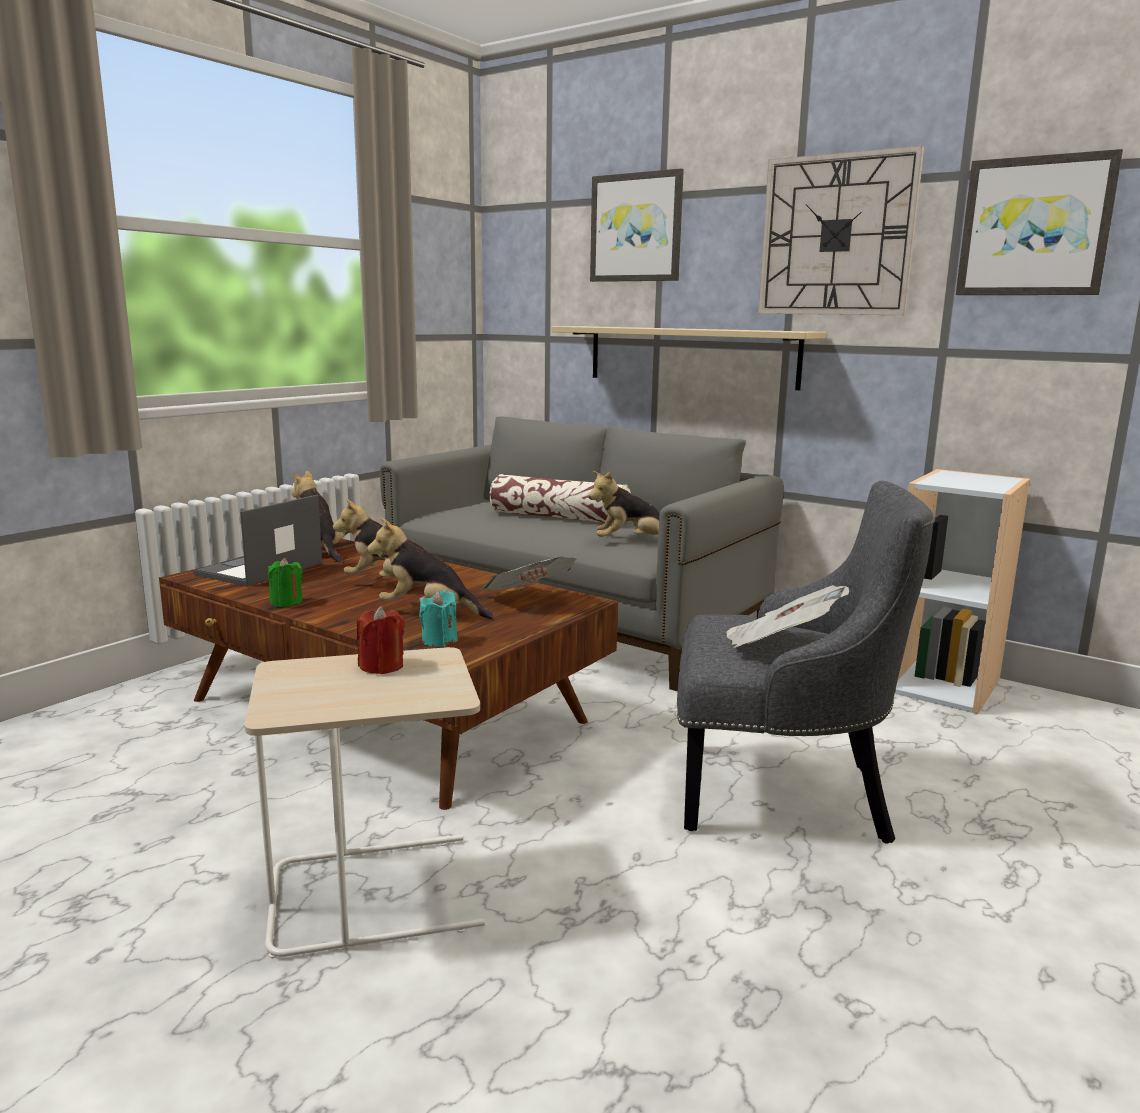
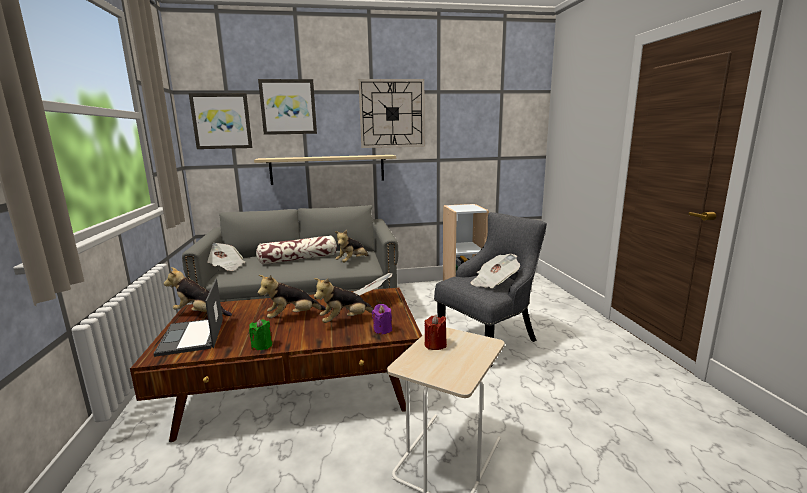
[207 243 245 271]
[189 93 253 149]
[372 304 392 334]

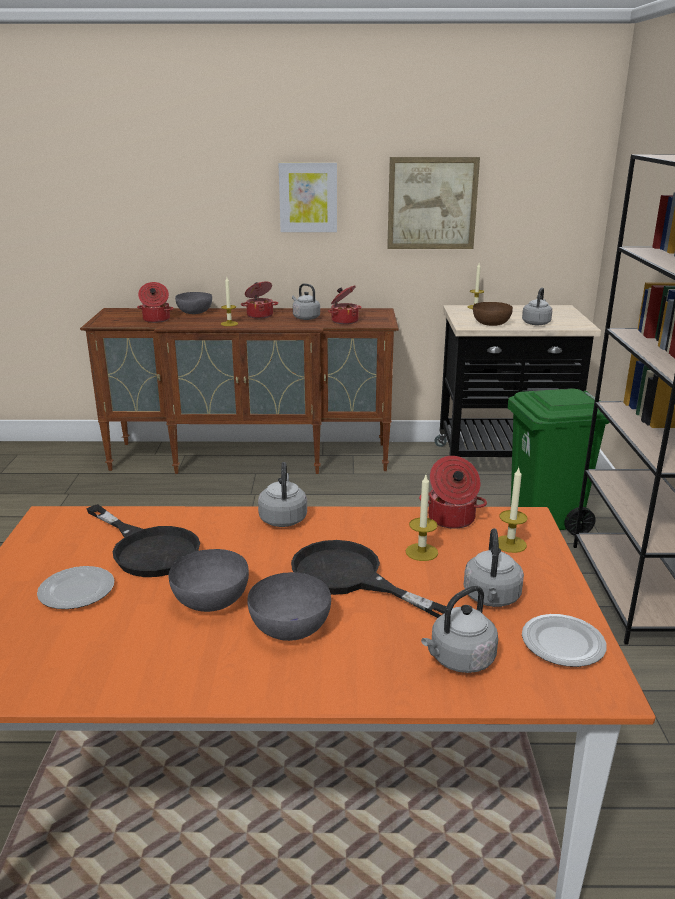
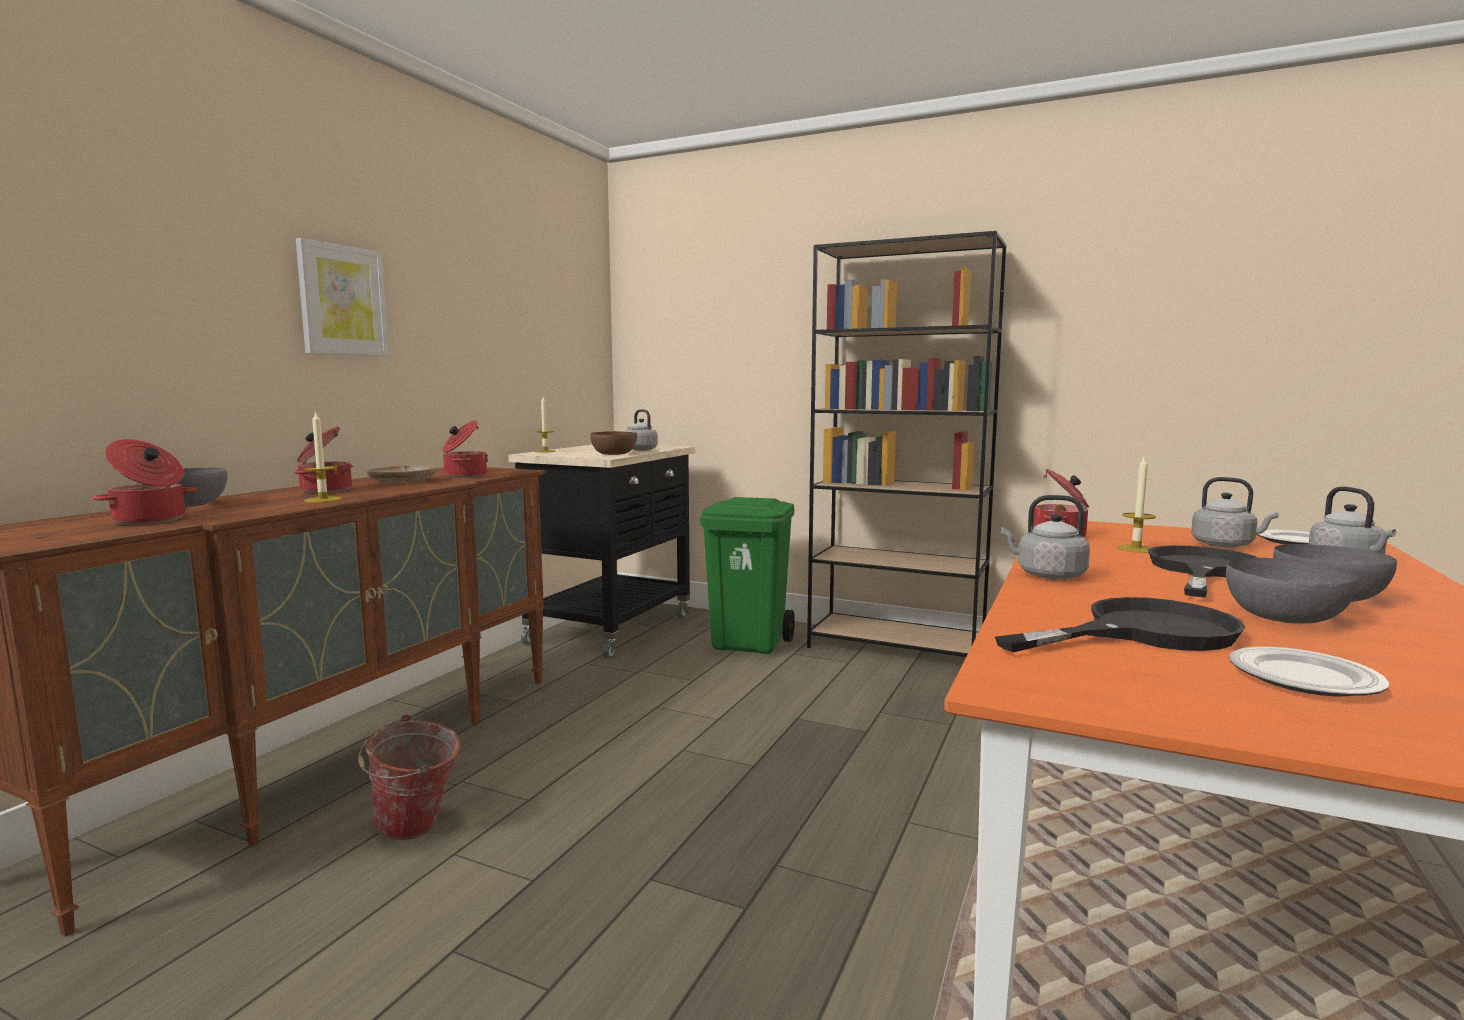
[387 157 480 249] (first image)
[498 468 527 553] (first image)
[358 714 461 840]
[367 465 437 483]
[1148 545 1259 598]

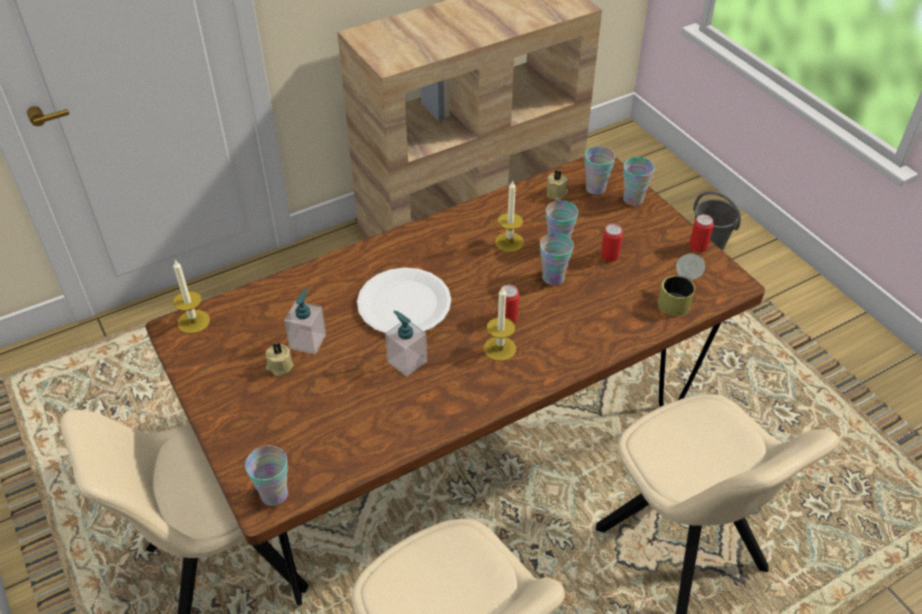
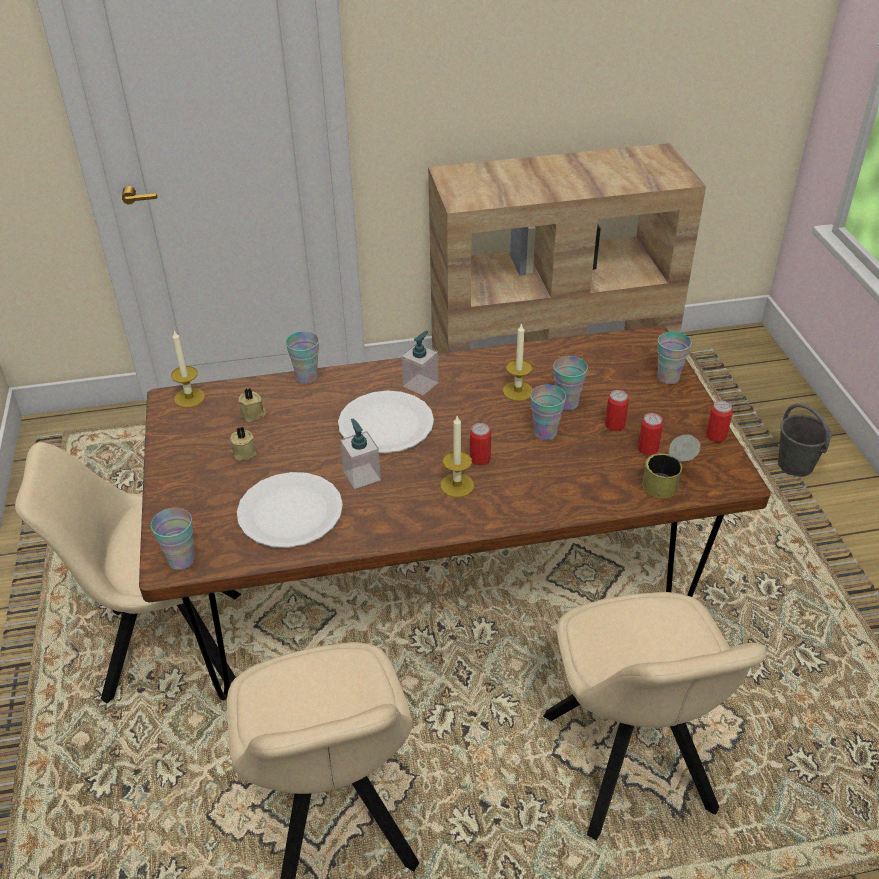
[237 472 343 548]
[638 413 663 455]
[401 331 439 395]
[238 388 266 422]
[286 331 319 384]

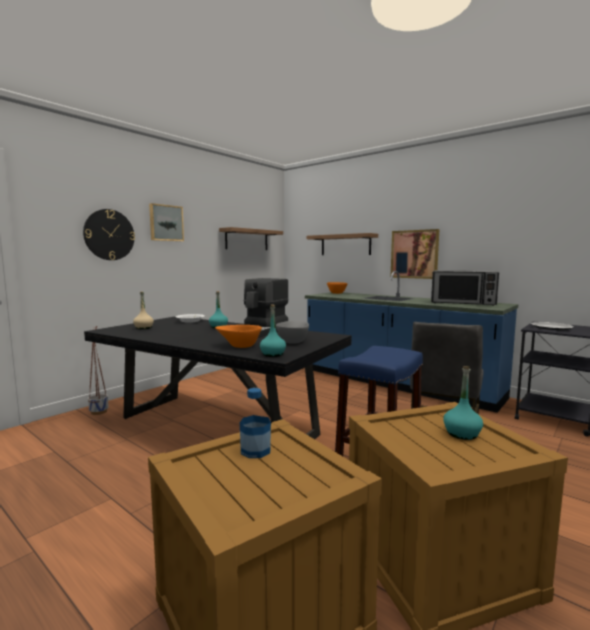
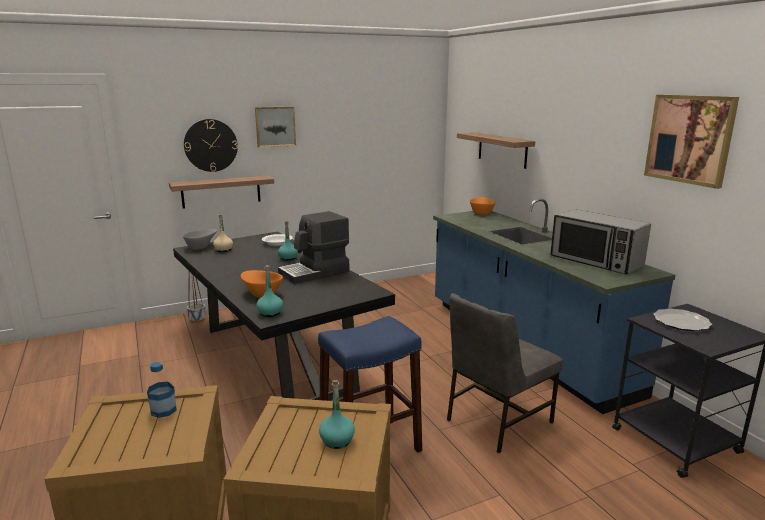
[169 175 274 209]
[183 229 217 250]
[644 95 739 189]

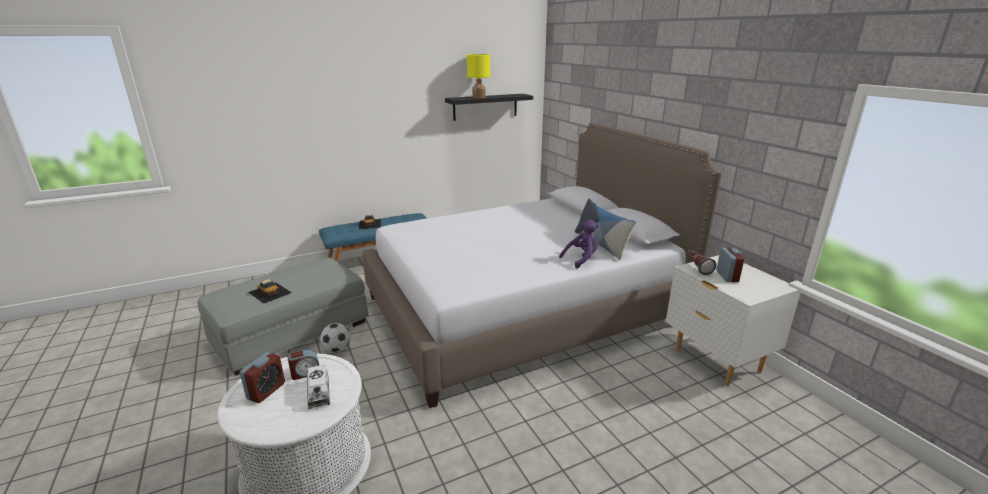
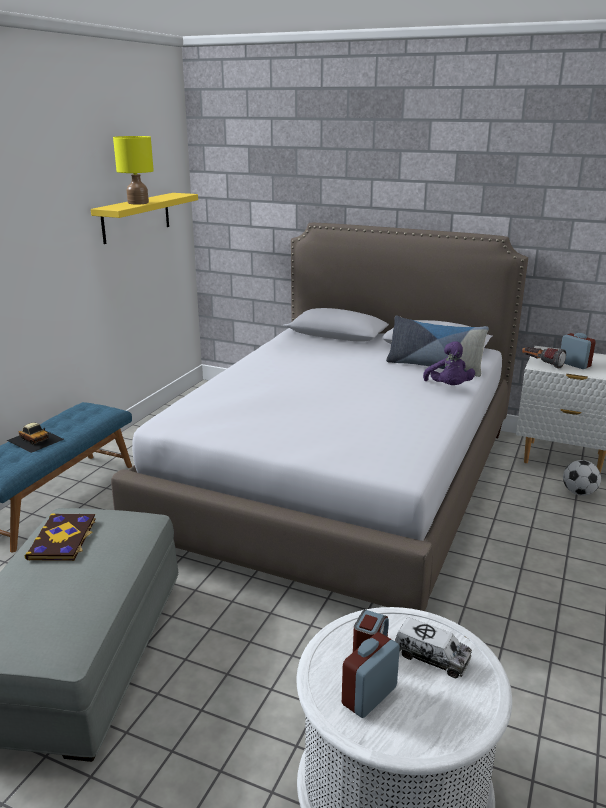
[248 279 292 304] (first image)
[25 513 96 561]
[563 460 601 496]
[91 193 198 244]
[342 632 400 718]
[423 341 475 385]

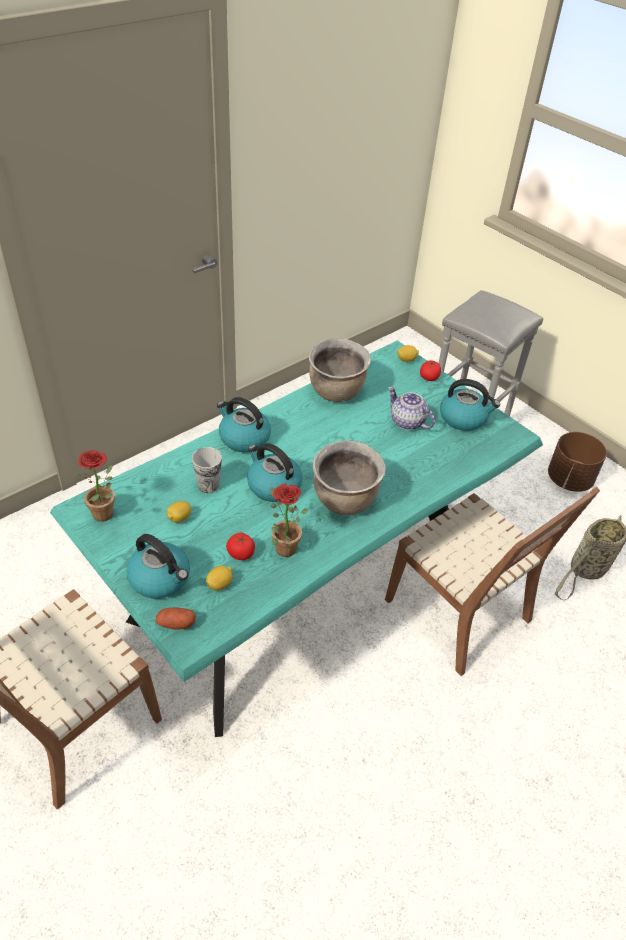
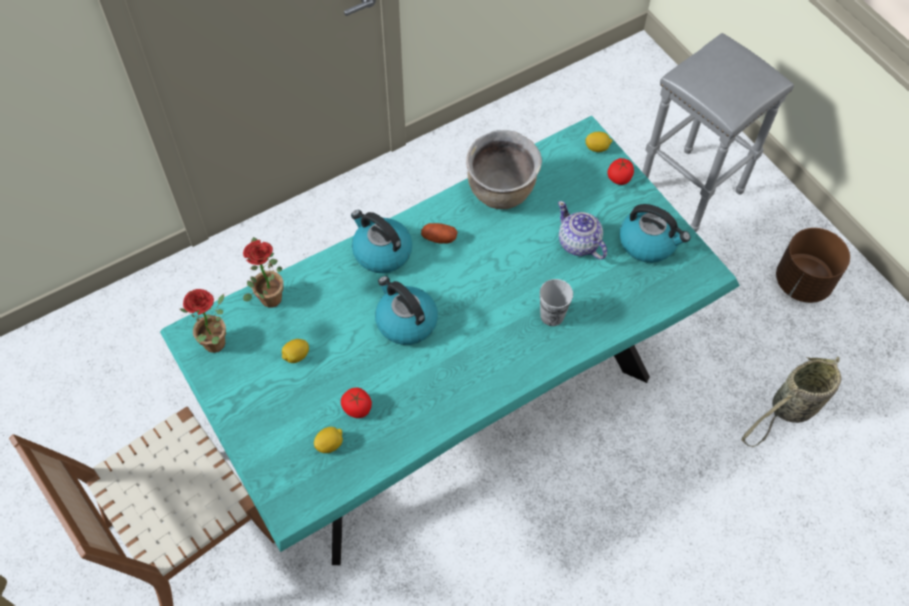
[126 534 190 599] (first image)
[313 440 386 515] (first image)
[385 487 600 676] (first image)
[421 223 458 243]
[540 279 573 326]
[243 237 284 307]

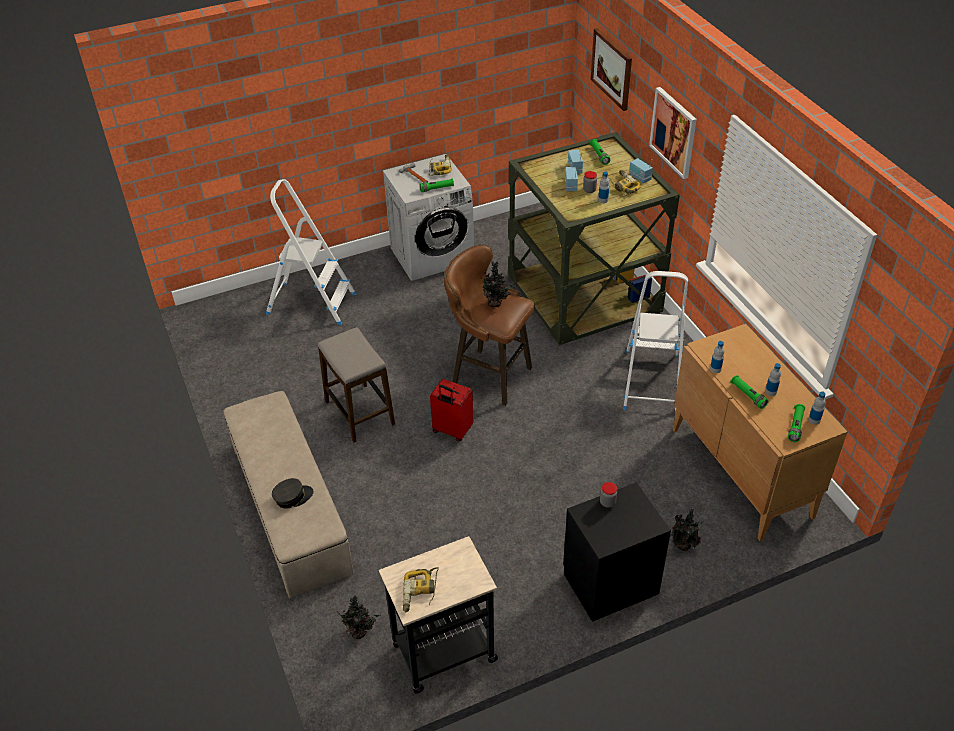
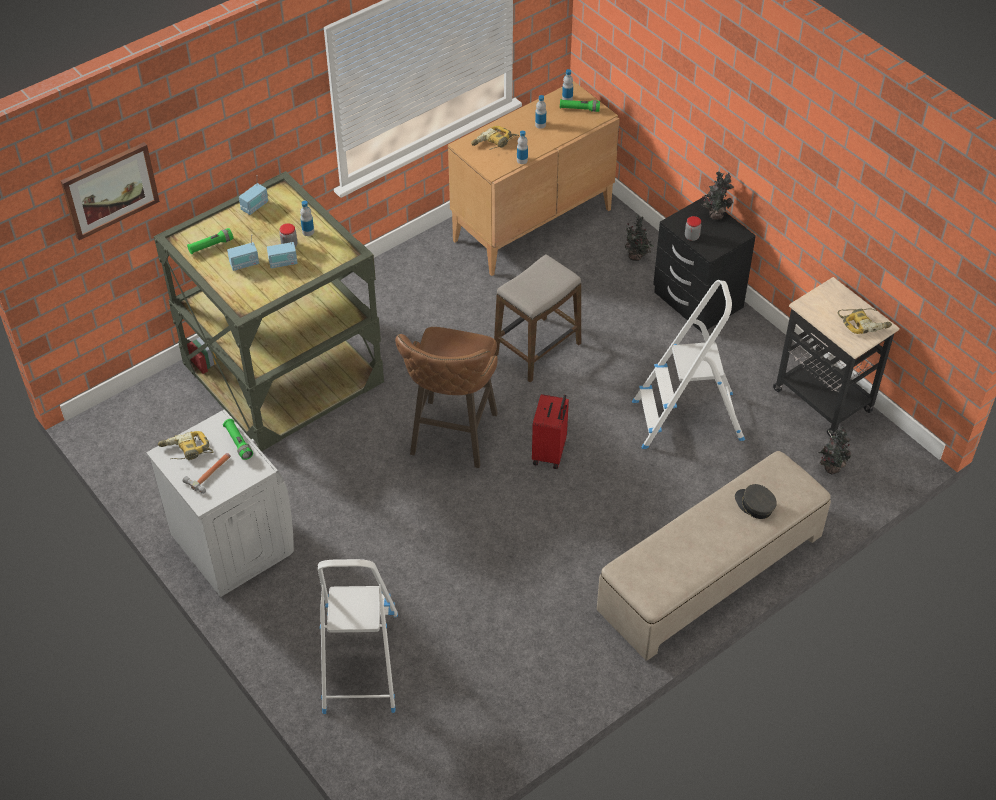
[649 87 697 179] (first image)
[730 375 768 409] (first image)
[494 255 581 382]
[702 172 734 220]
[471 126 519 150]
[632 280 745 449]

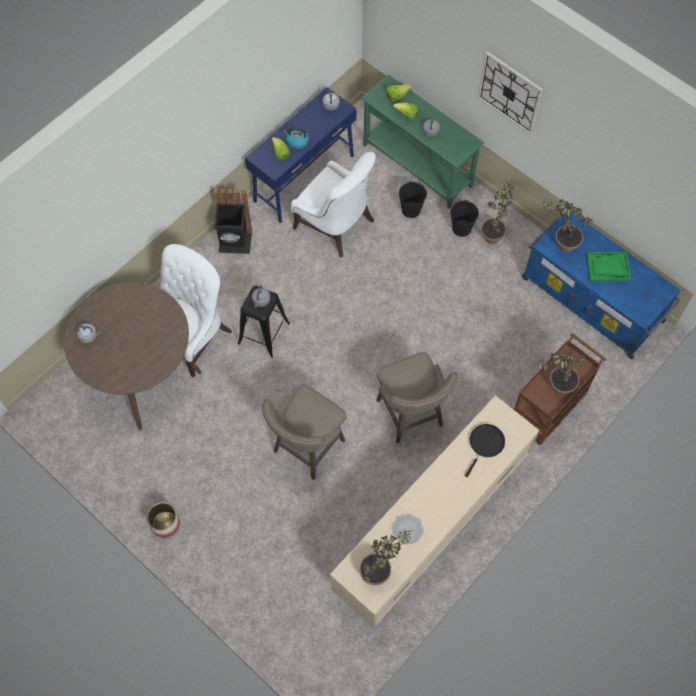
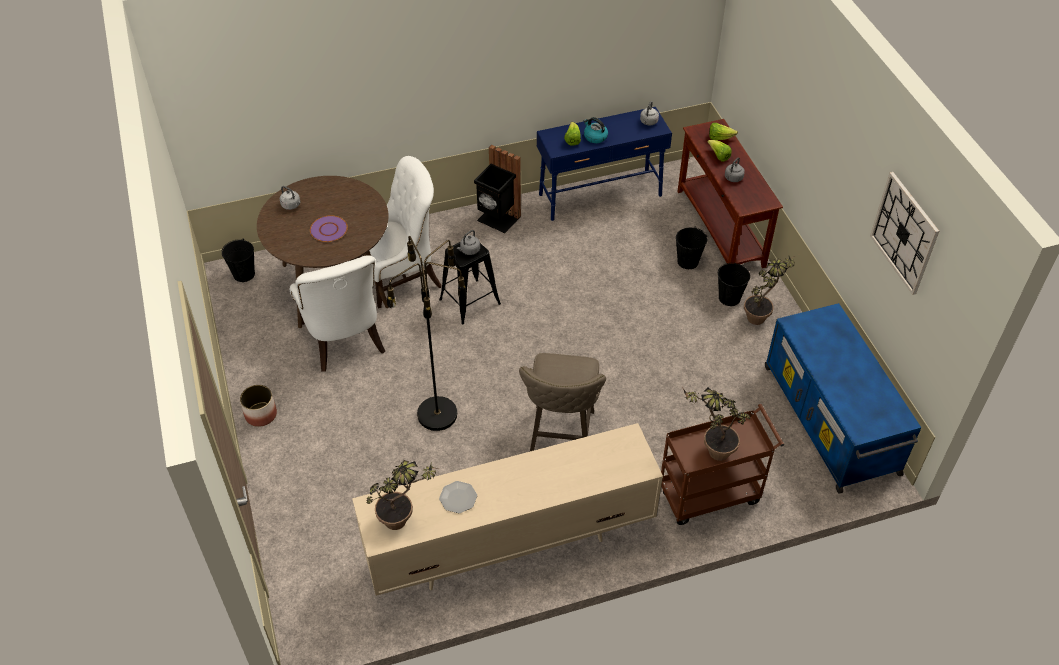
[465 424 505 477] (first image)
[542 199 593 252] (first image)
[587 252 631 282] (first image)
[221 239 255 282]
[310 215 348 242]
[290 255 385 372]
[870 172 939 295]
[387 236 467 431]
[677 119 783 268]

